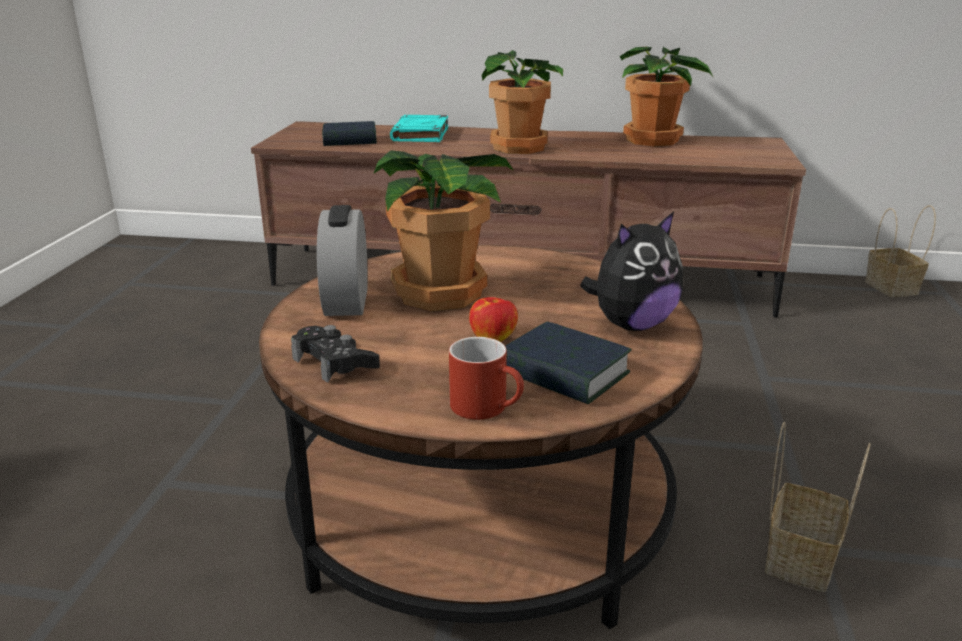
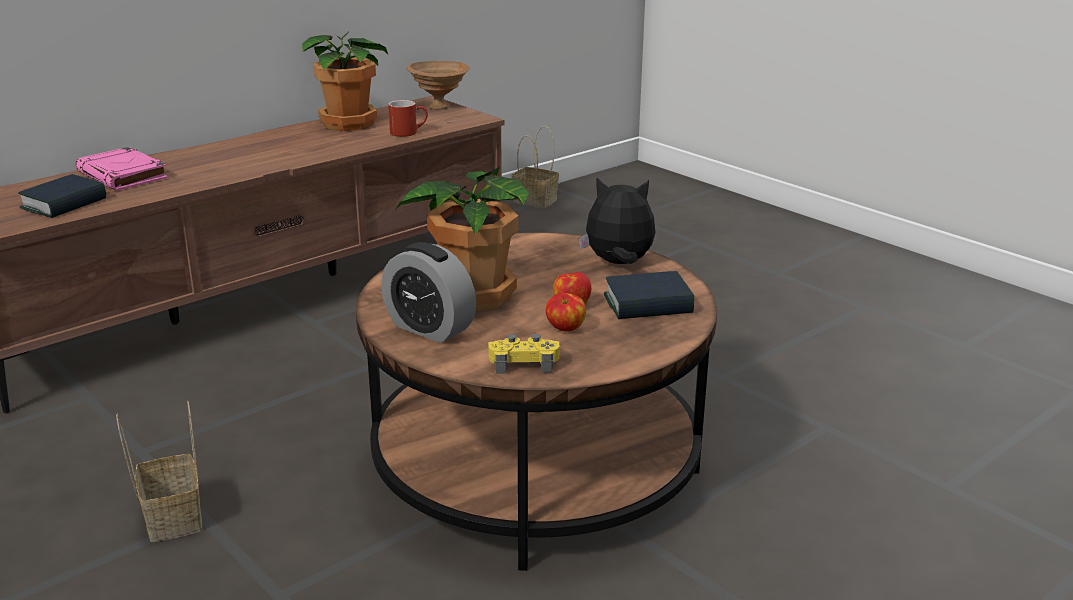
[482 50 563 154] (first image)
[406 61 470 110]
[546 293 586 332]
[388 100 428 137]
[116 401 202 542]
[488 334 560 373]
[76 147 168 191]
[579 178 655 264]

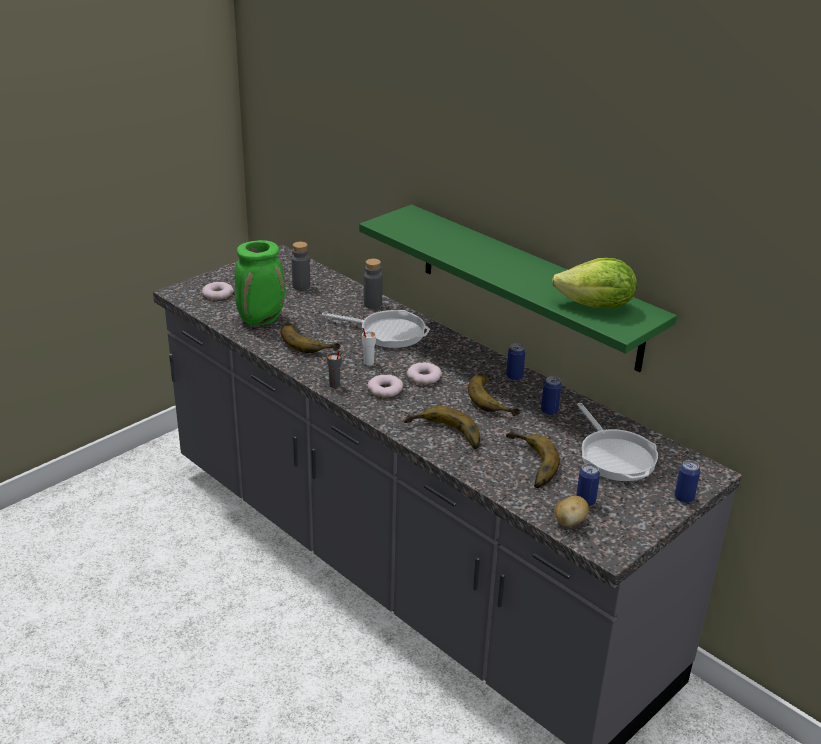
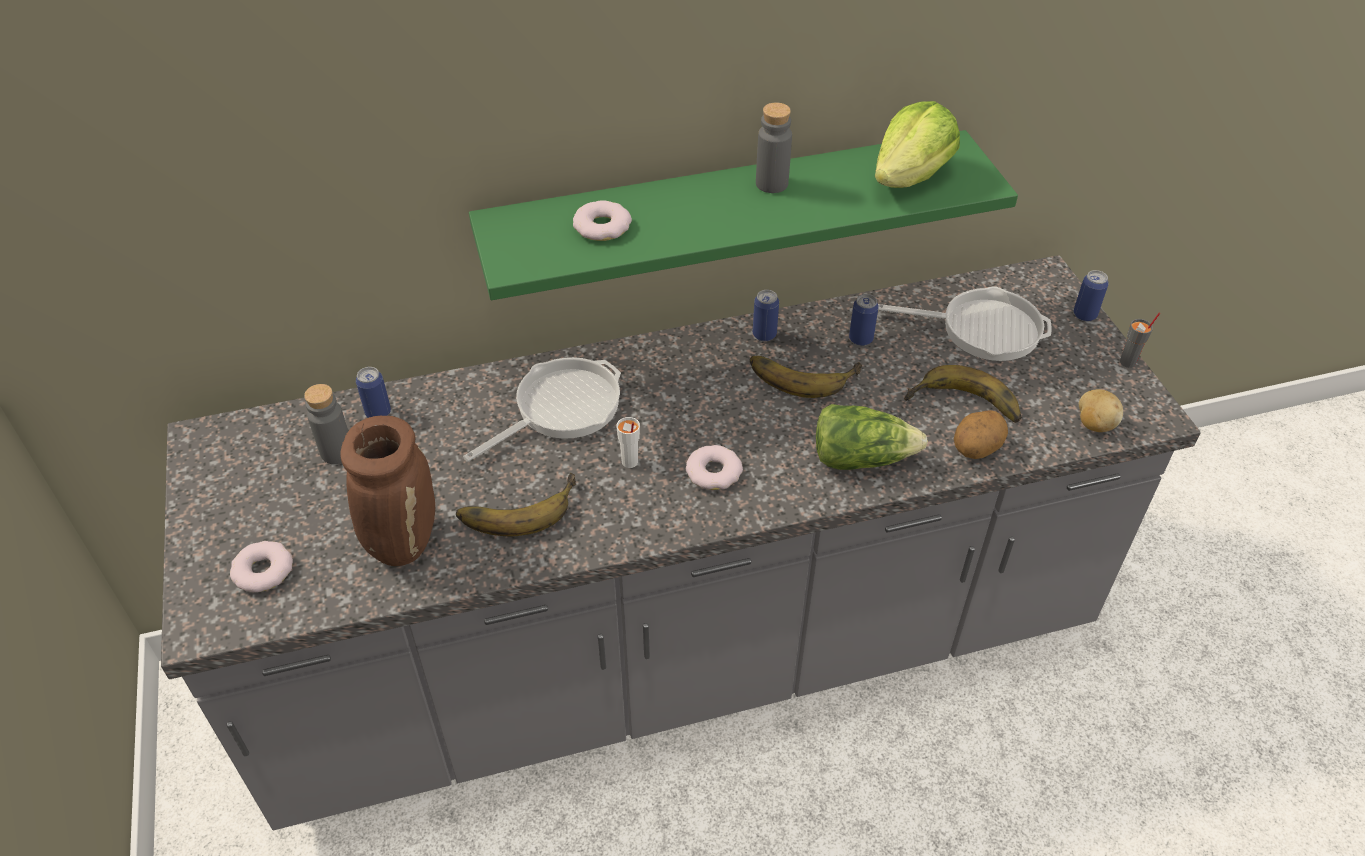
[954 410 1008 459]
[1120 312 1161 368]
[756 102 792 193]
[573 200 632 241]
[356 367 391 418]
[816 404 928 470]
[340 416 435 566]

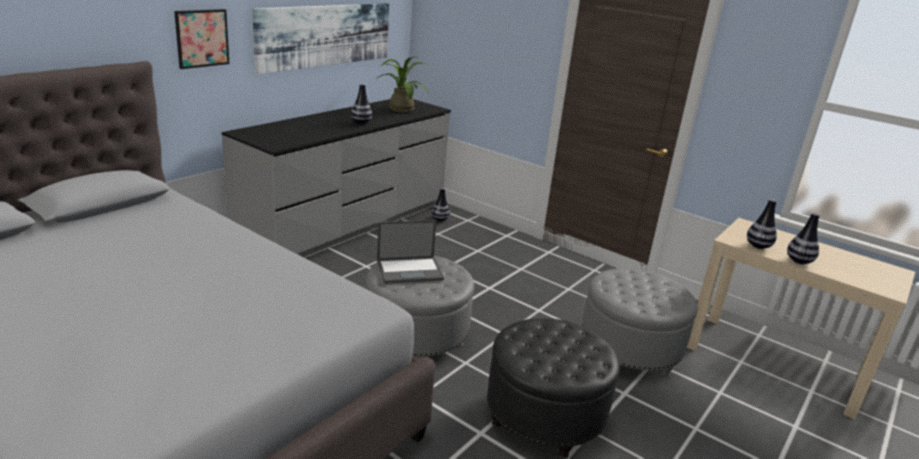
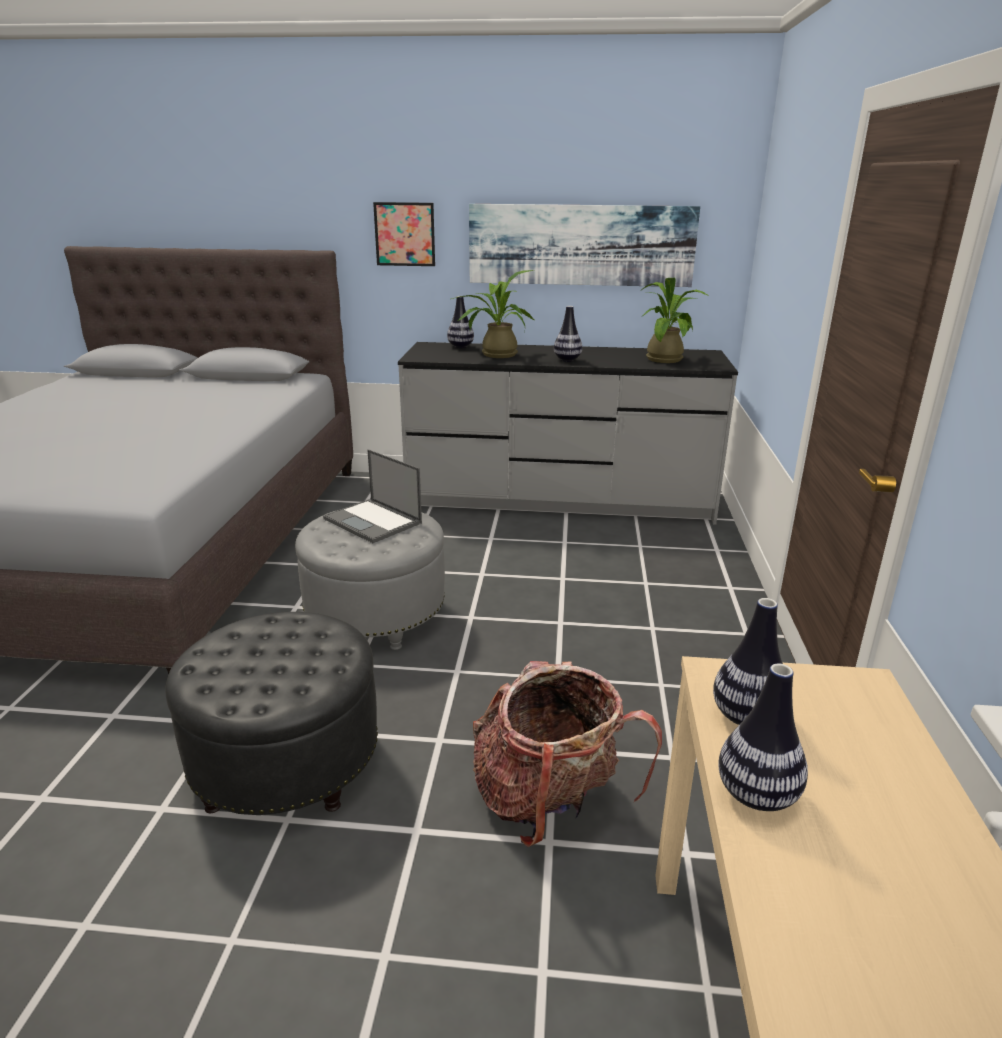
[452 270 534 358]
[447 296 474 348]
[473 661 662 848]

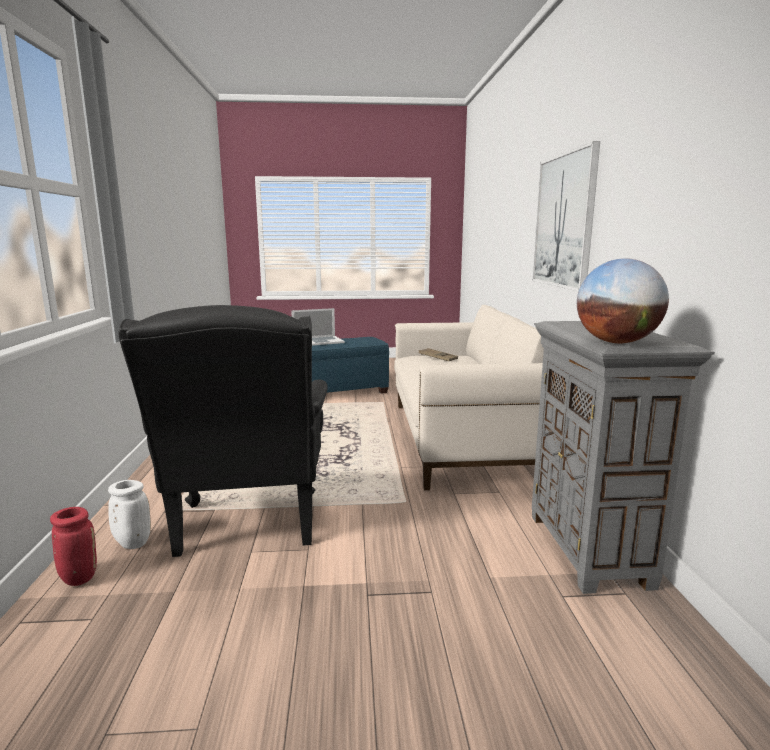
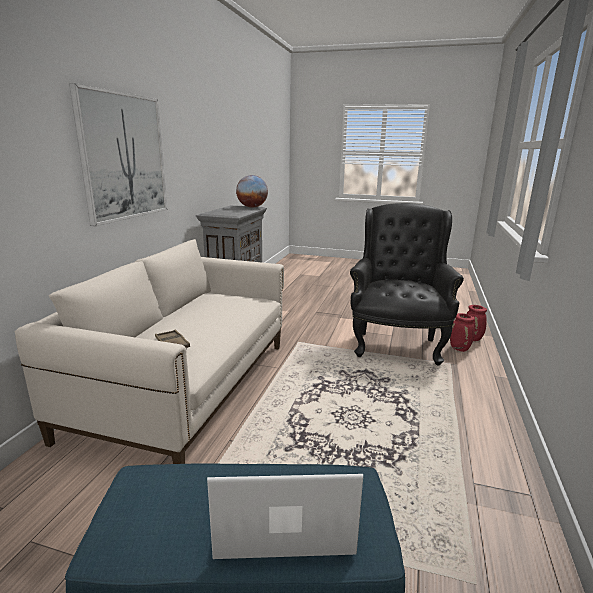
[450 313 475 352]

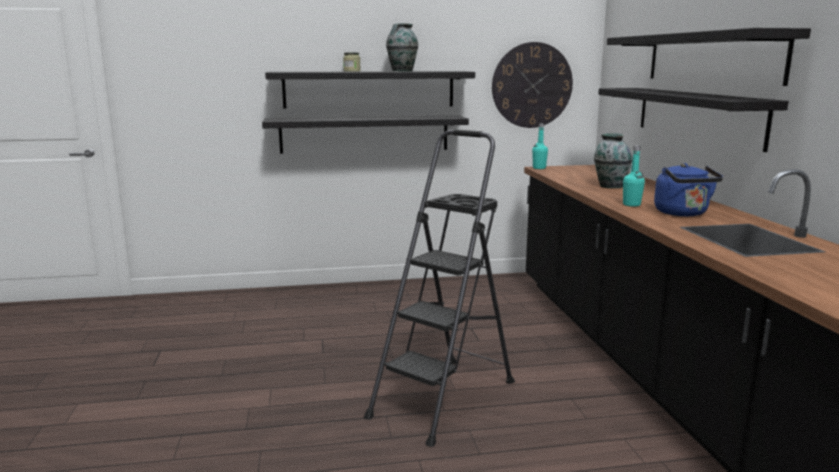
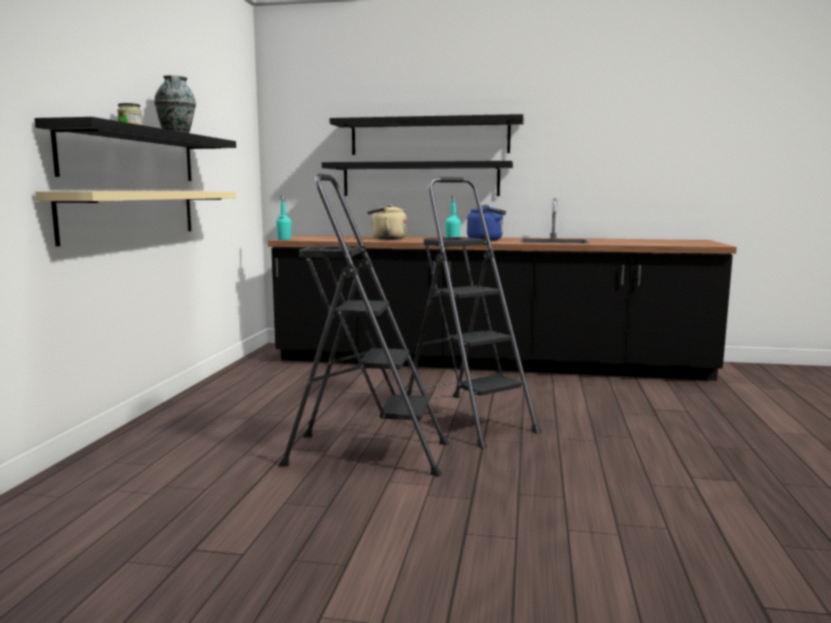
[492 42 573 128] (first image)
[278 174 449 476]
[367 204 407 240]
[35 191 236 247]

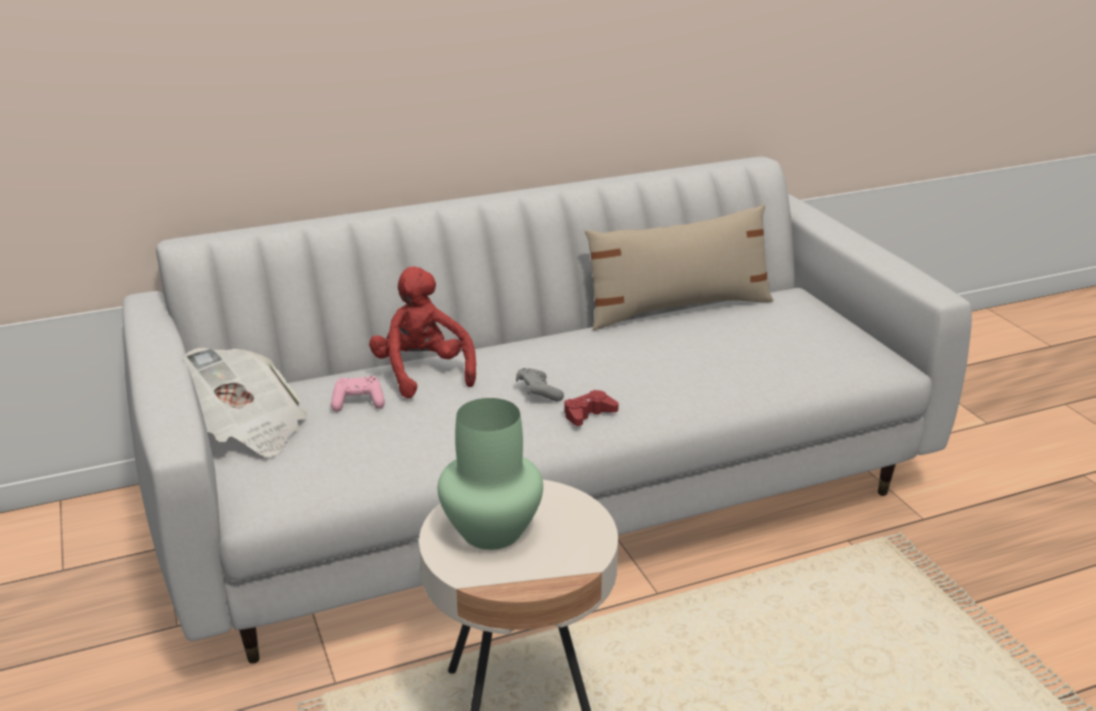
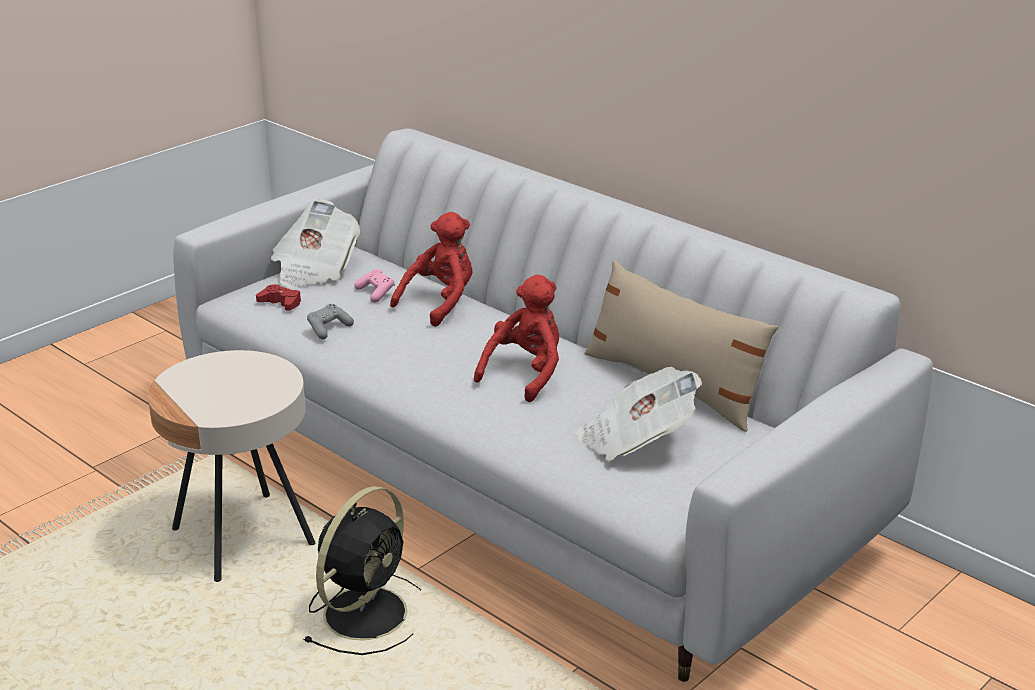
[438 398 543 550] (first image)
[303 486 421 655]
[474 274 559 402]
[576 367 702 461]
[307 304 354 339]
[256 284 301 311]

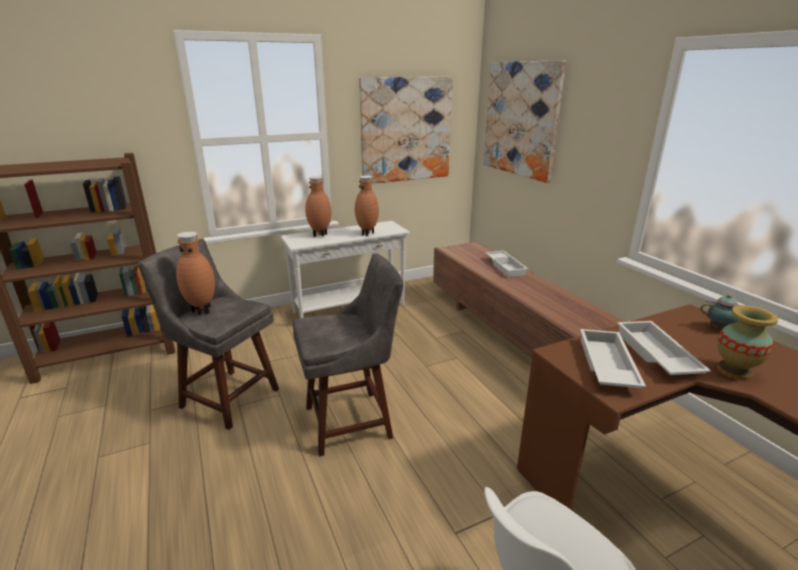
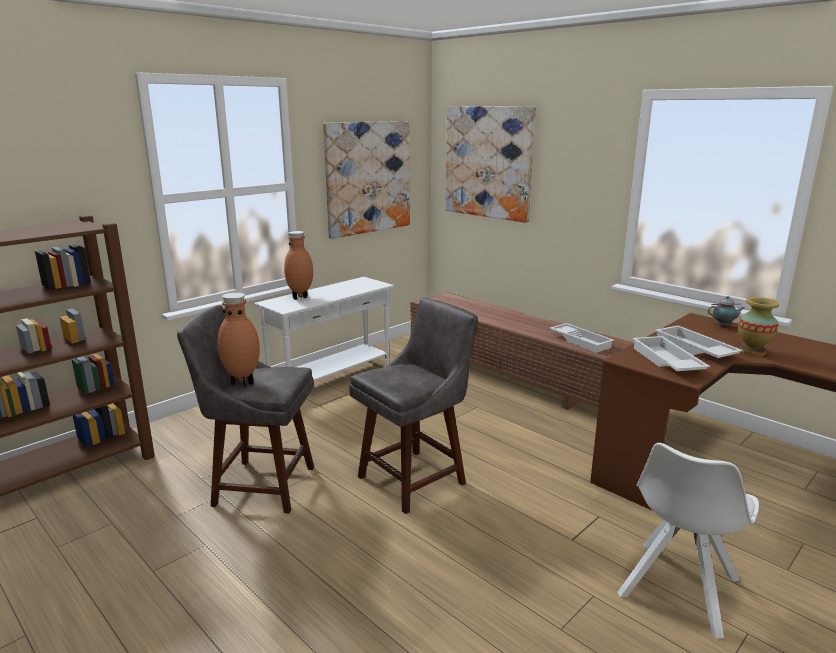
[355 175 379 236] (first image)
[550 323 614 353]

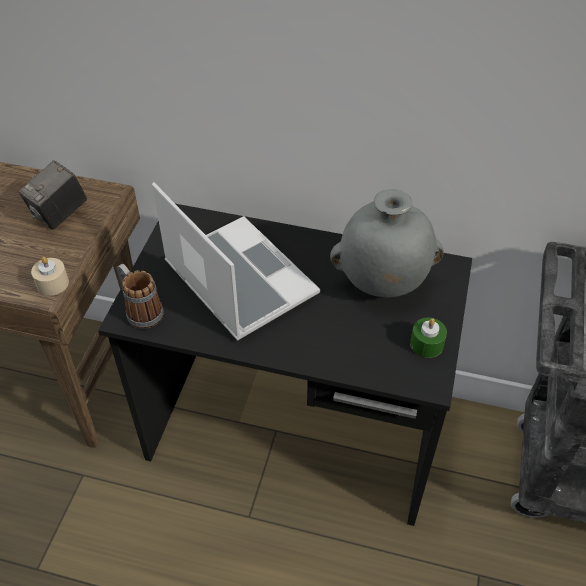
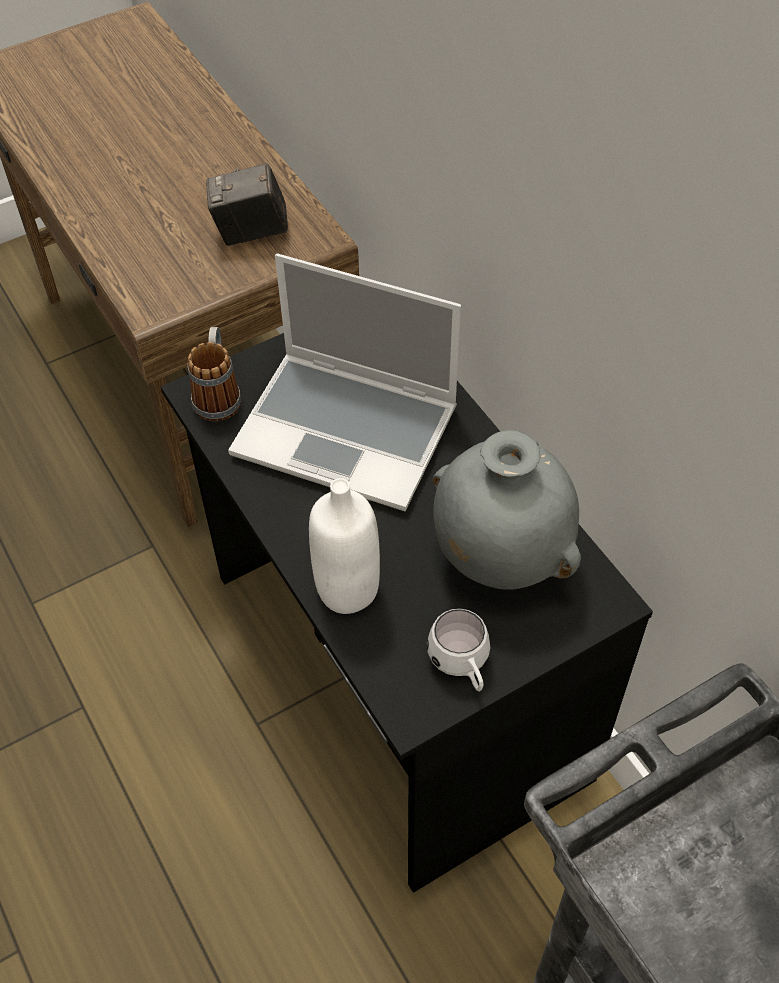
[31 257 69 296] (first image)
[309 478 380 614]
[427 609 490 691]
[228 253 461 511]

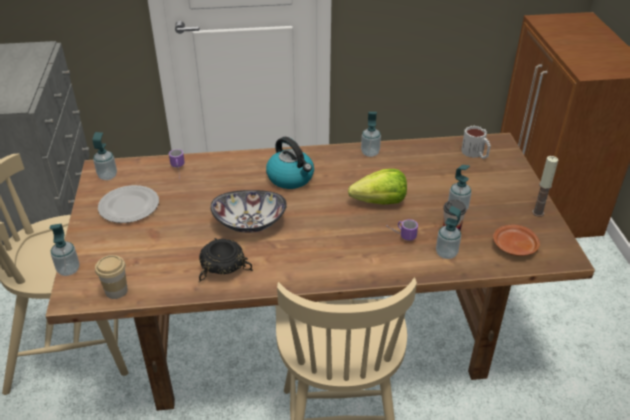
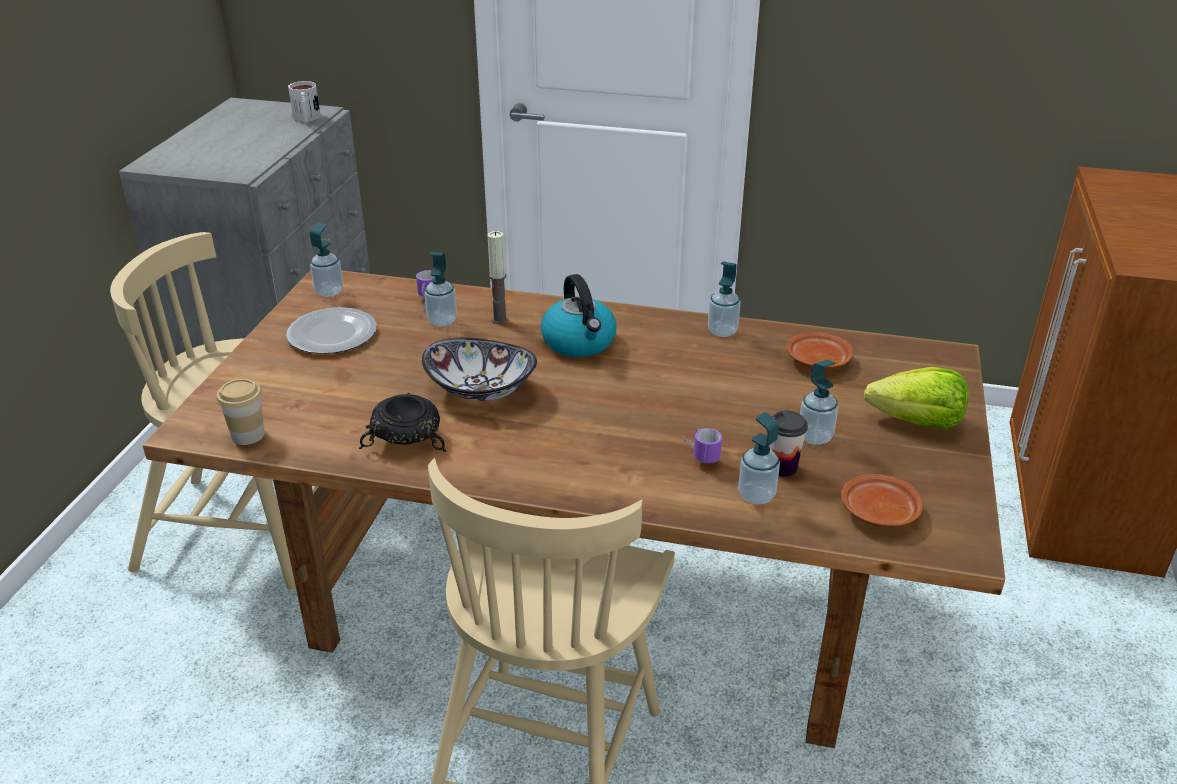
[786 332 853 370]
[424 252 457 326]
[864 367 969 429]
[288 81 320 123]
[488 231 508 324]

